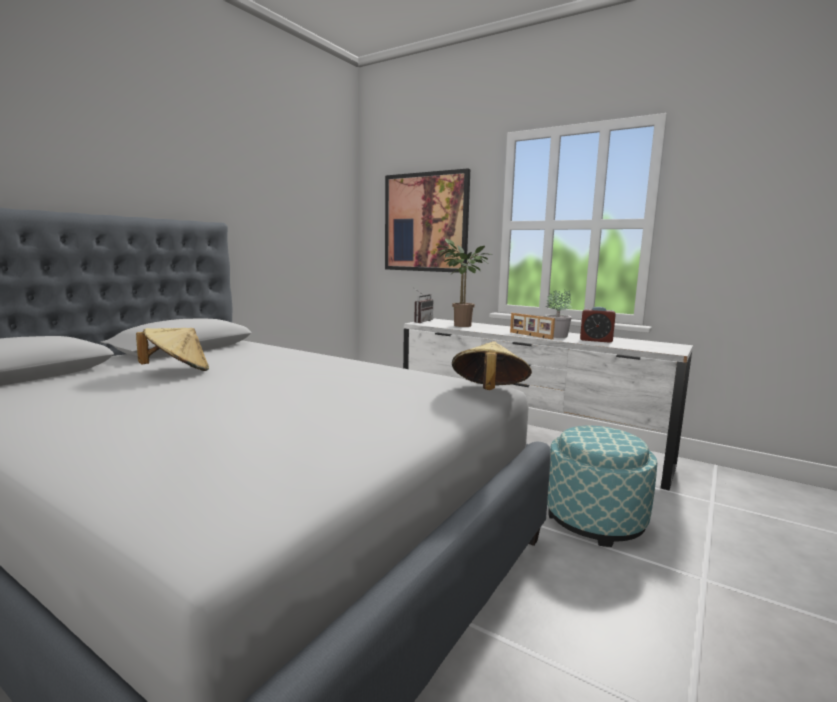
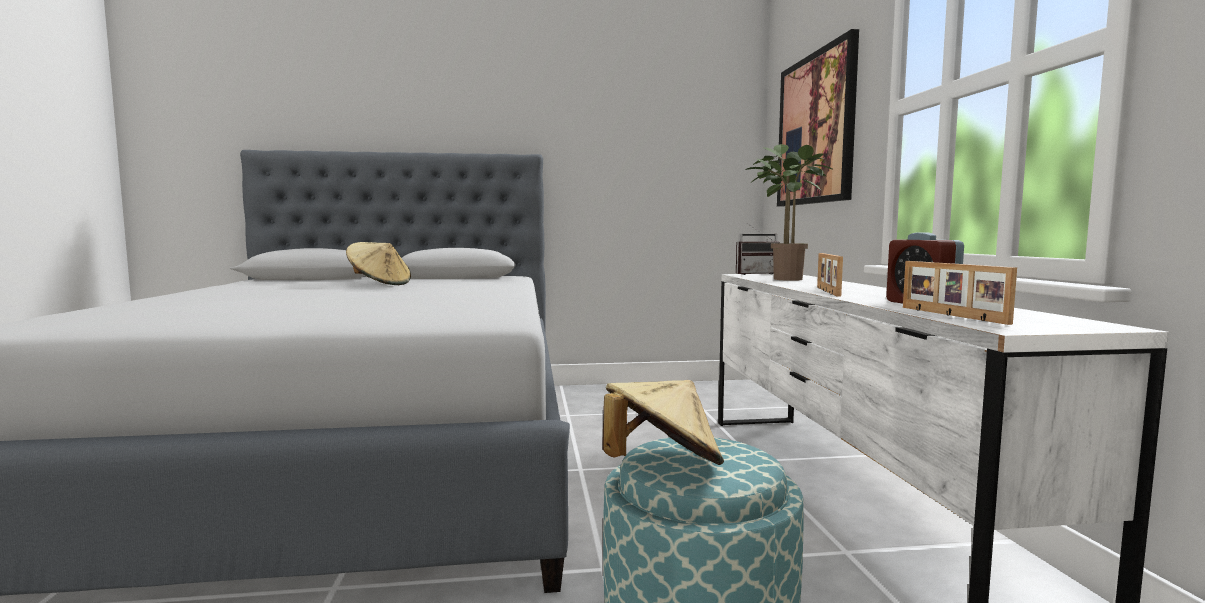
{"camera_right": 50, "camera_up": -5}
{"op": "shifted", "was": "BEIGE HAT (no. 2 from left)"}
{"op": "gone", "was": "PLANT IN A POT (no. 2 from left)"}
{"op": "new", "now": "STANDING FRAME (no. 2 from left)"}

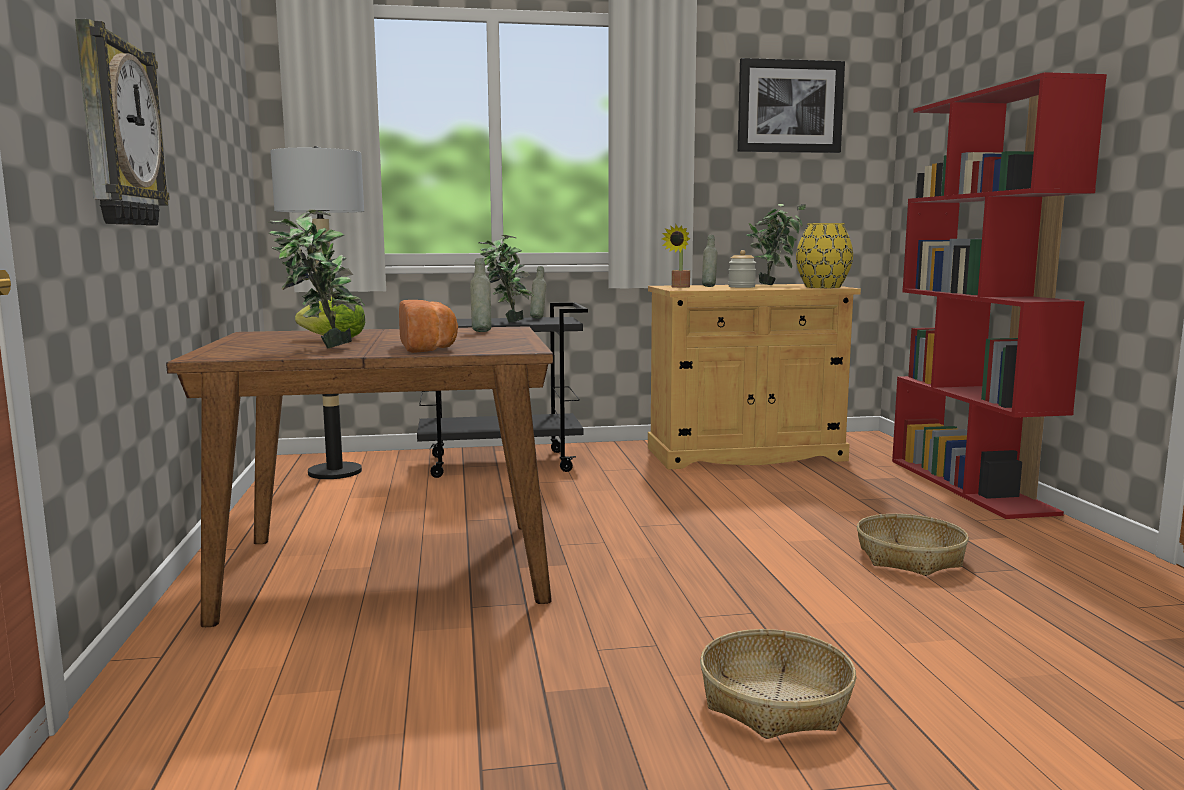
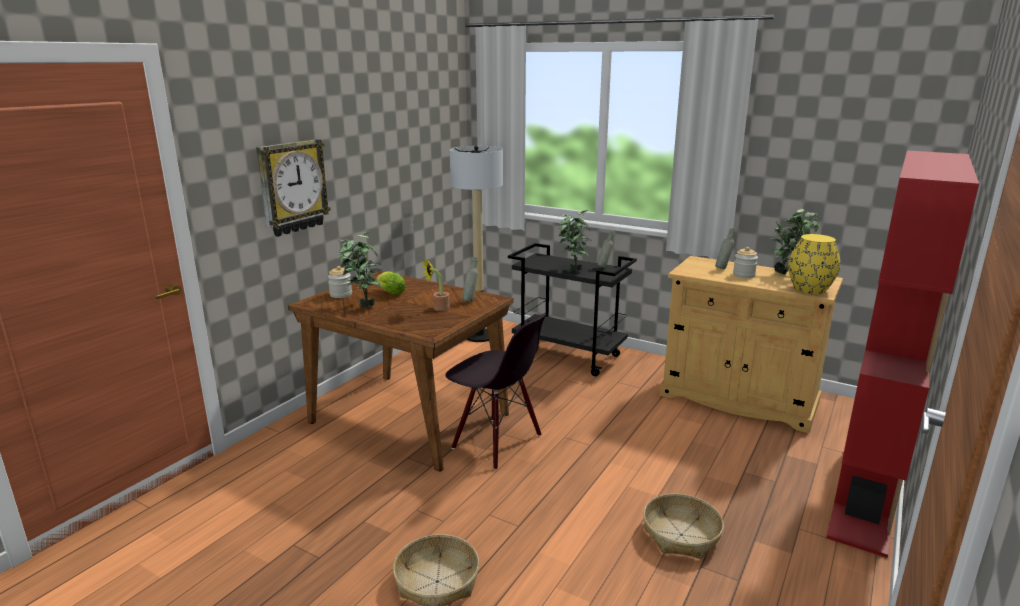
{"camera_right": 40, "camera_up": 10}
{"op": "gone", "was": "BAKED BREAD"}
{"op": "shifted", "was": "PLANT IN A POT (no. 3 from left in the first image)", "now": "PLANT IN A POT (no. 2 from left)"}
{"op": "gone", "was": "WALL ART"}
{"op": "new", "now": "JAR (no. 1 from left)"}
{"op": "new", "now": "BLACK CHAIR"}

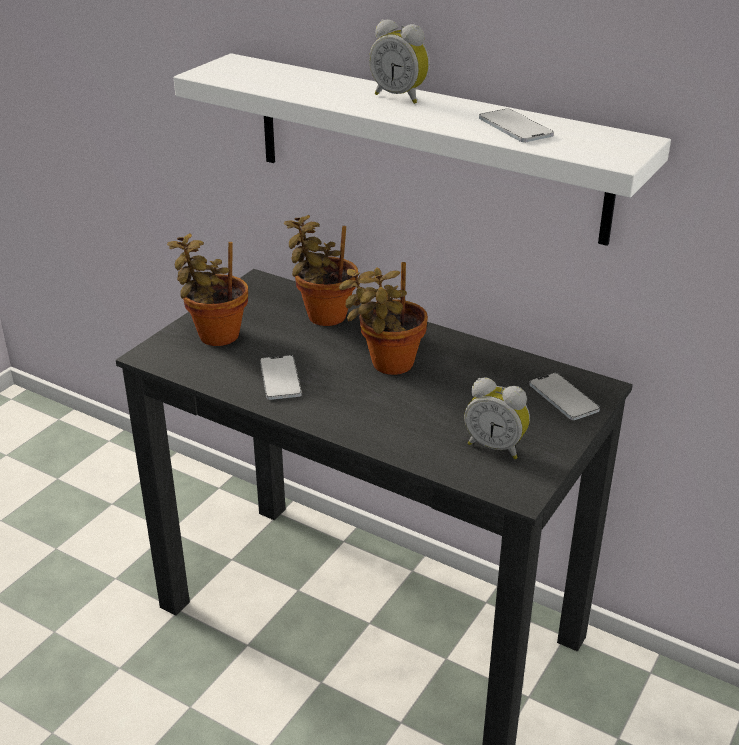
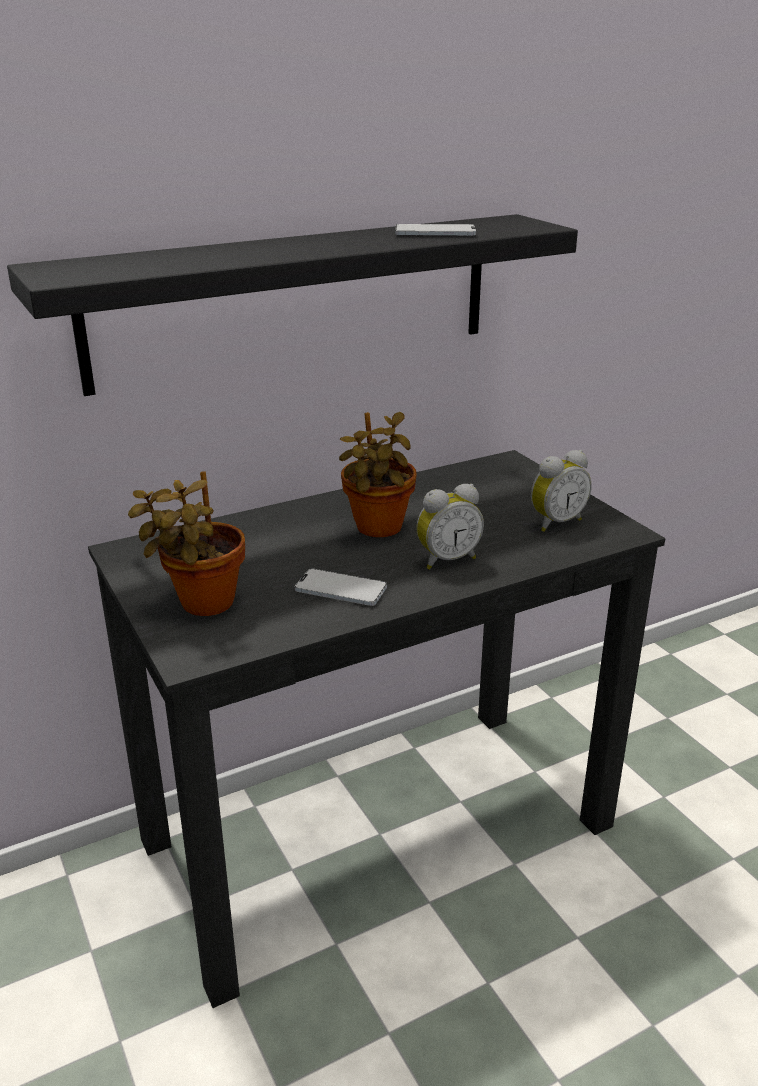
{"camera_right": -60, "camera_up": -5}
{"op": "repainted", "was": "WHITE WALL SHELF", "now": "BLACK WALL SHELF"}
{"op": "gone", "was": "PLANT IN A POT (no. 2 from left)"}
{"op": "shifted", "was": "BEDSIDE CLOCK (no. 1 from left)"}
{"op": "gone", "was": "HANDSET (no. 3 from left)"}

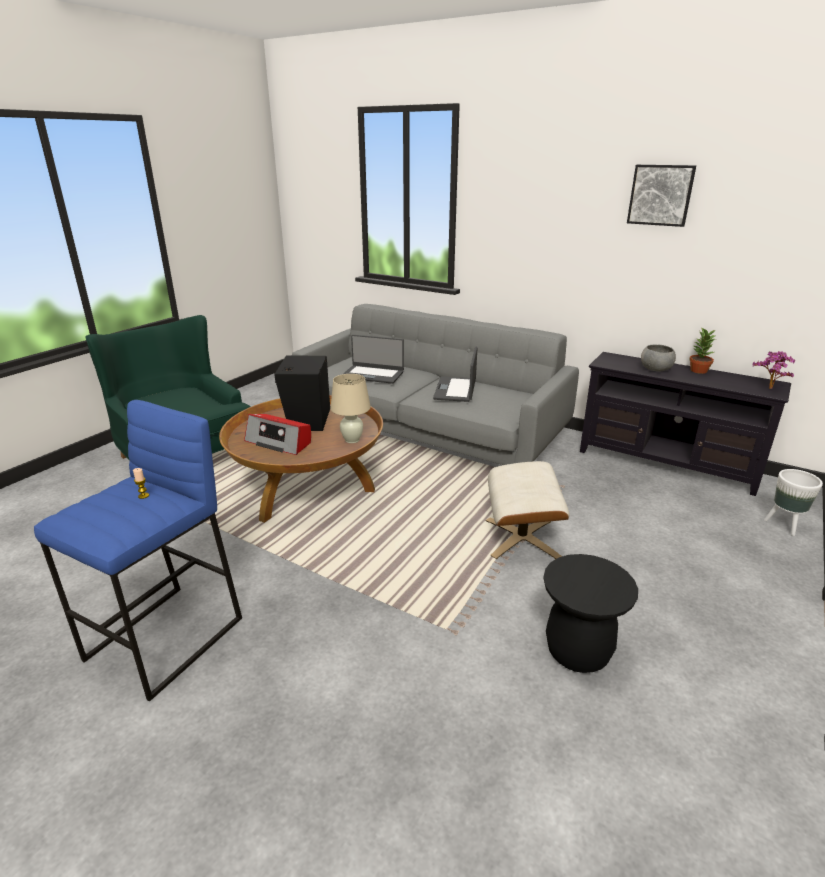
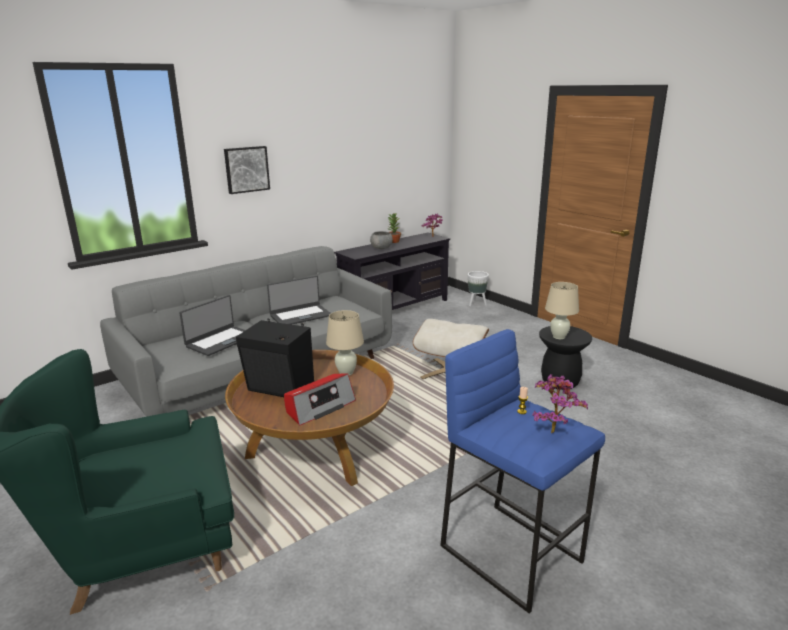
{"camera_right": -70, "camera_up": -5}
{"op": "rotated", "was": "PORTABLE COMPUTER (no. 2 from left)", "clockwise": -60}
{"op": "shifted", "was": "WALL ART"}
{"op": "new", "now": "PLANT IN A POT (no. 3 from left)"}
{"op": "new", "now": "BEIGE TABLE LAMP (no. 2 from left)"}

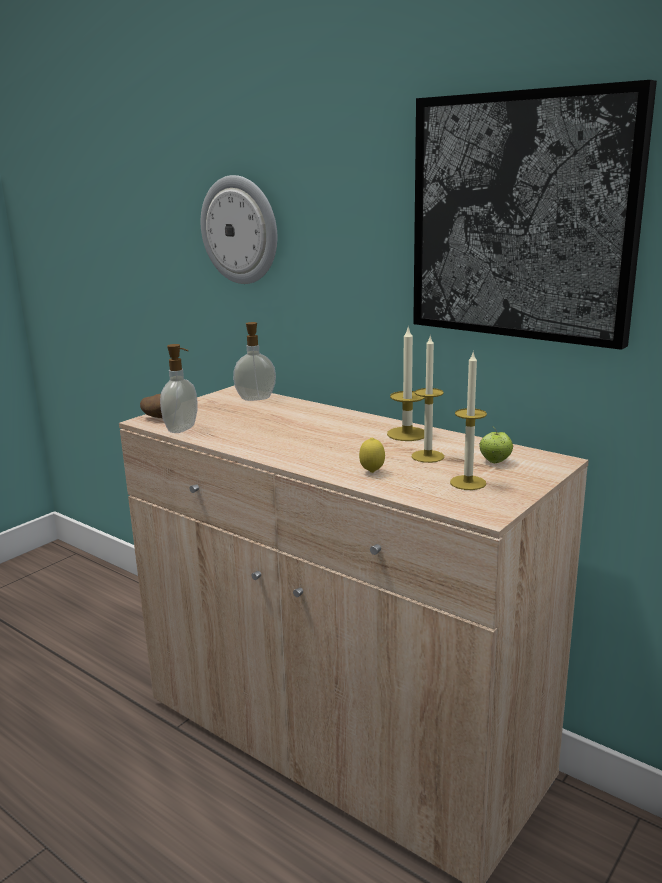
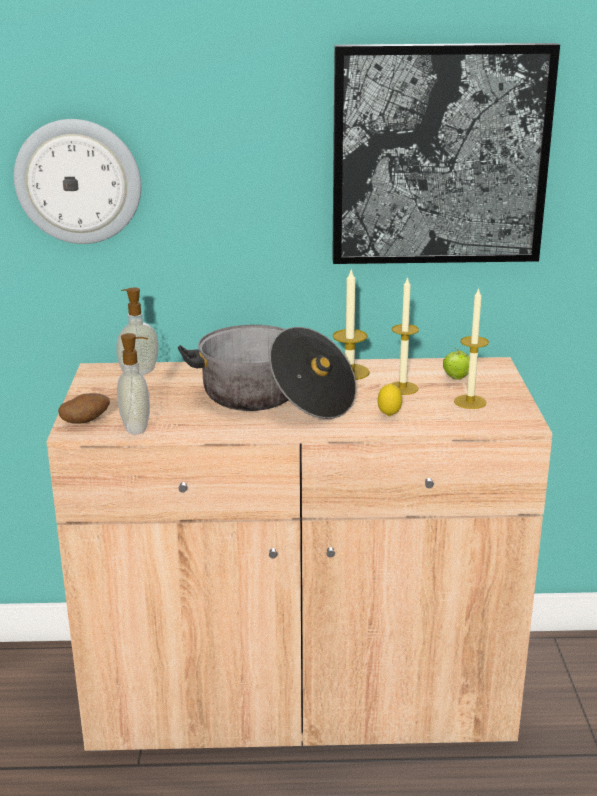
{"camera_right": -40, "camera_up": 5}
{"op": "new", "now": "SAUCEPOT"}

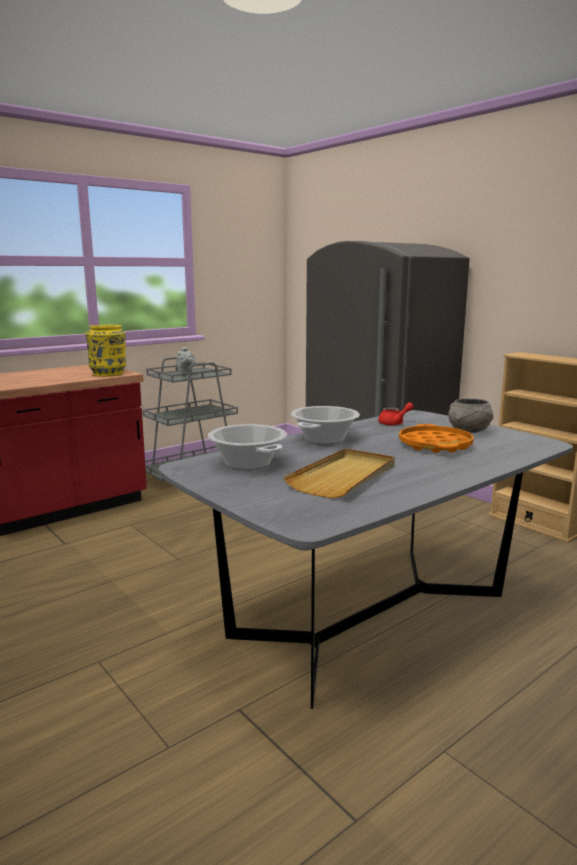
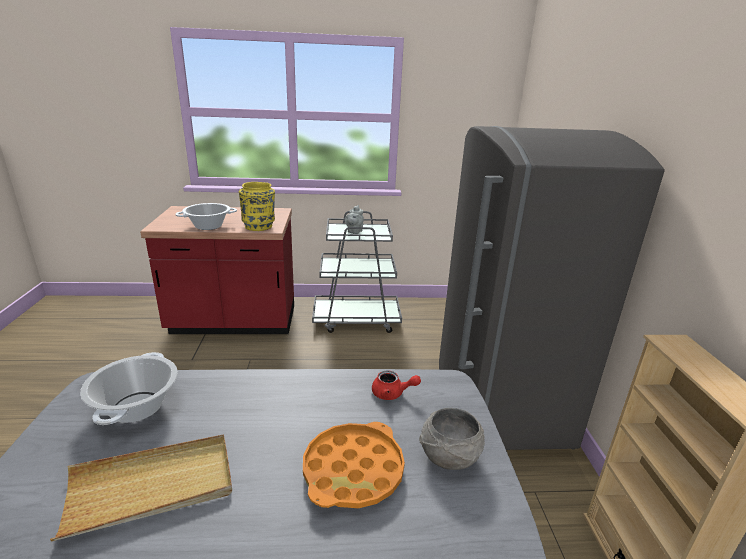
{"camera_right": 35, "camera_up": 10}
{"op": "shifted", "was": "SAUCEPOT (no. 2 from left)"}

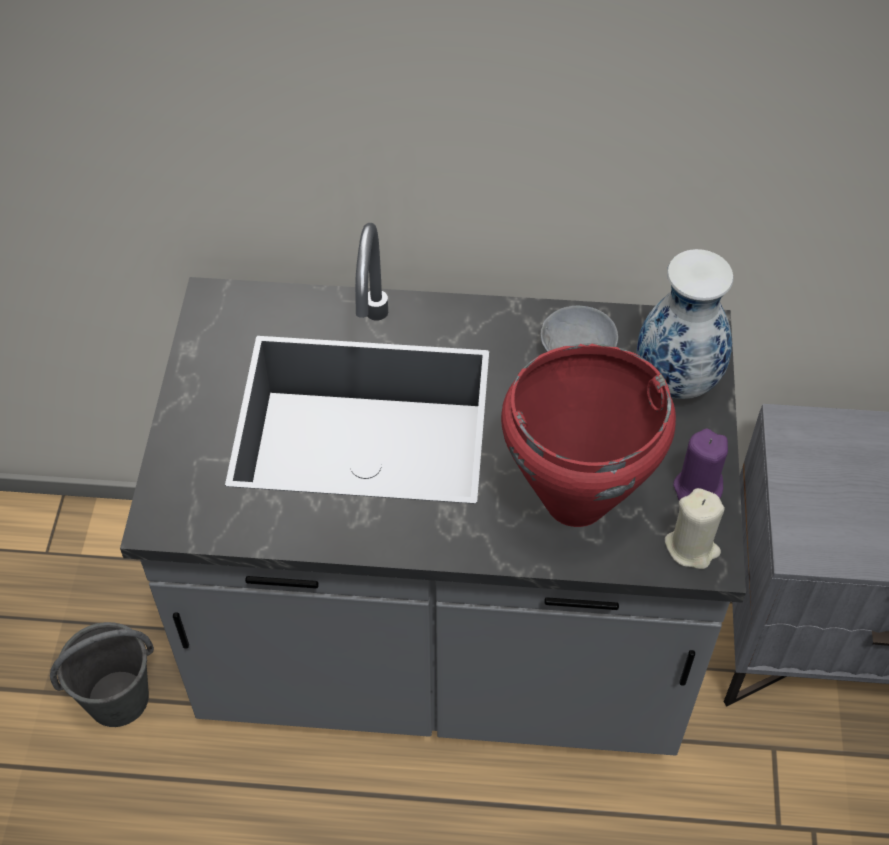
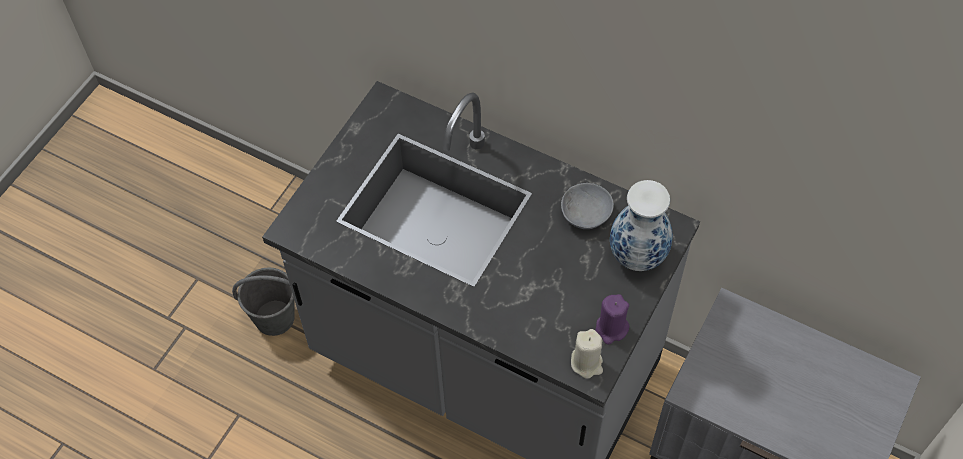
{"camera_right": 25, "camera_up": 5}
{"op": "gone", "was": "REDDISH SAUCEPOT"}

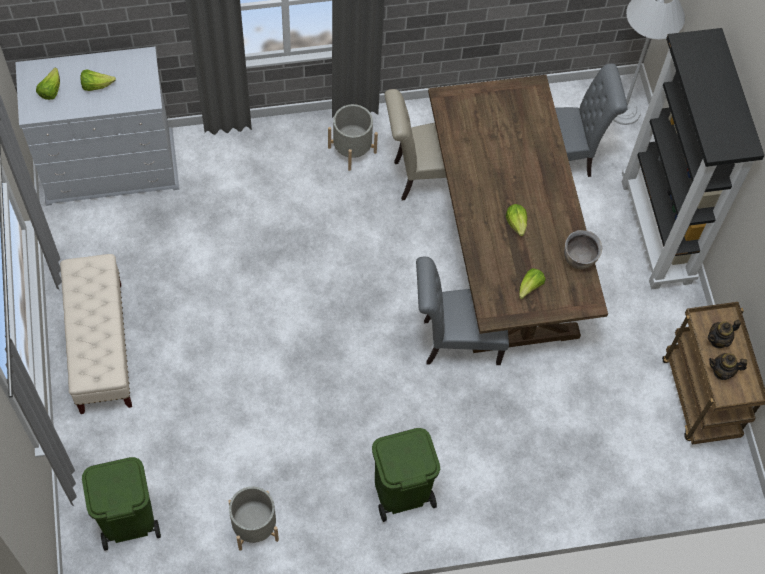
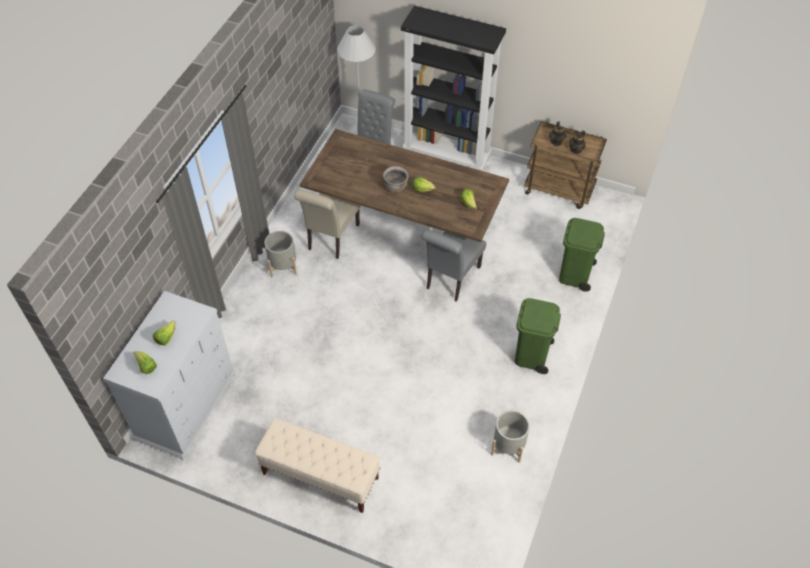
{"camera_right": -55, "camera_up": -10}
{"op": "shifted", "was": "GREEN RUBBISH BIN (no. 1 from left in the first image)", "now": "GREEN RUBBISH BIN (no. 2 from left)"}
{"op": "shifted", "was": "BROWN SAUCEPOT"}

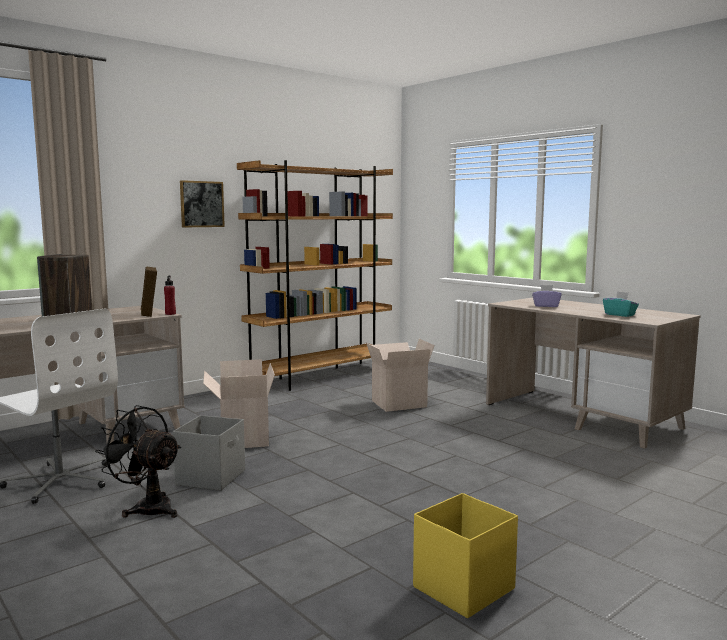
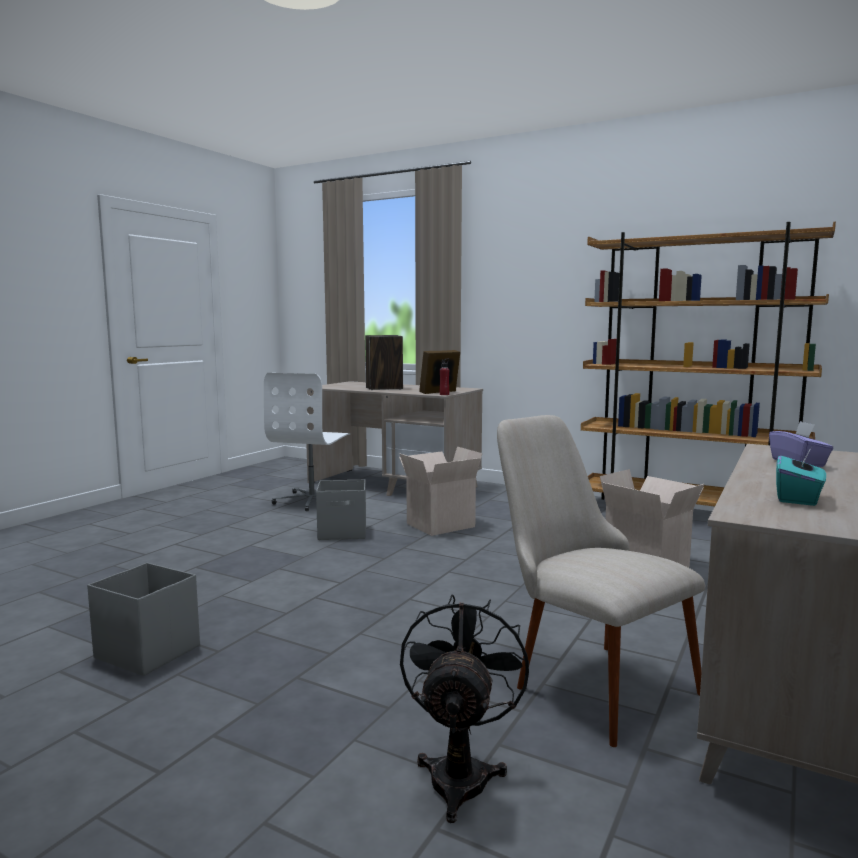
{"camera_right": 70, "camera_up": 0}
{"op": "shifted", "was": "BLACK ELECTRIC FAN"}
{"op": "gone", "was": "WALL ART"}
{"op": "repainted", "was": "YELLOWISH STORAGE BIN", "now": "GRAY STORAGE BIN (no. 1 from left)"}
{"op": "new", "now": "BEIGE CHAIR"}

